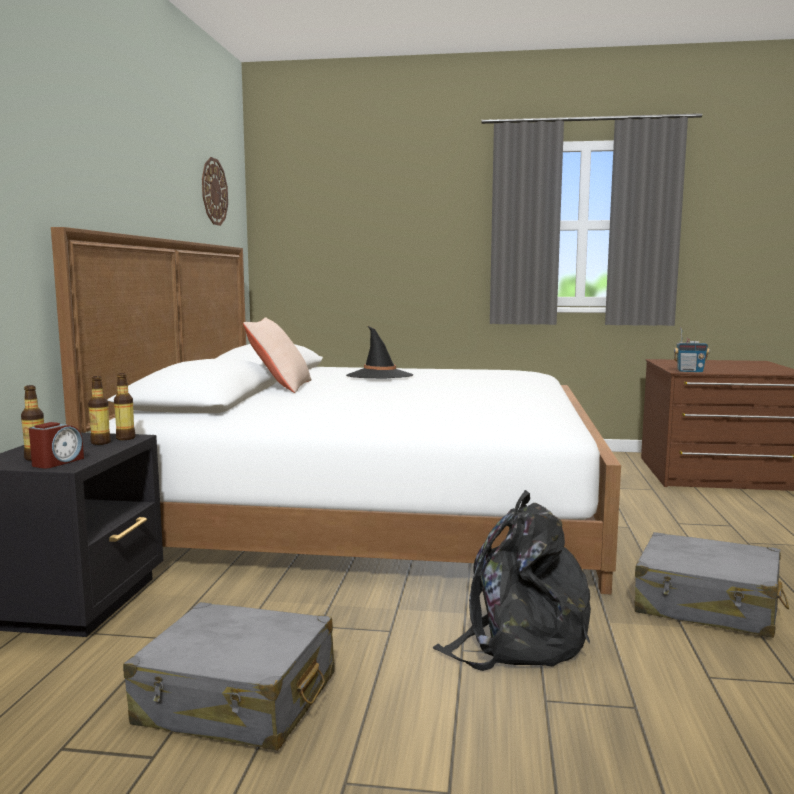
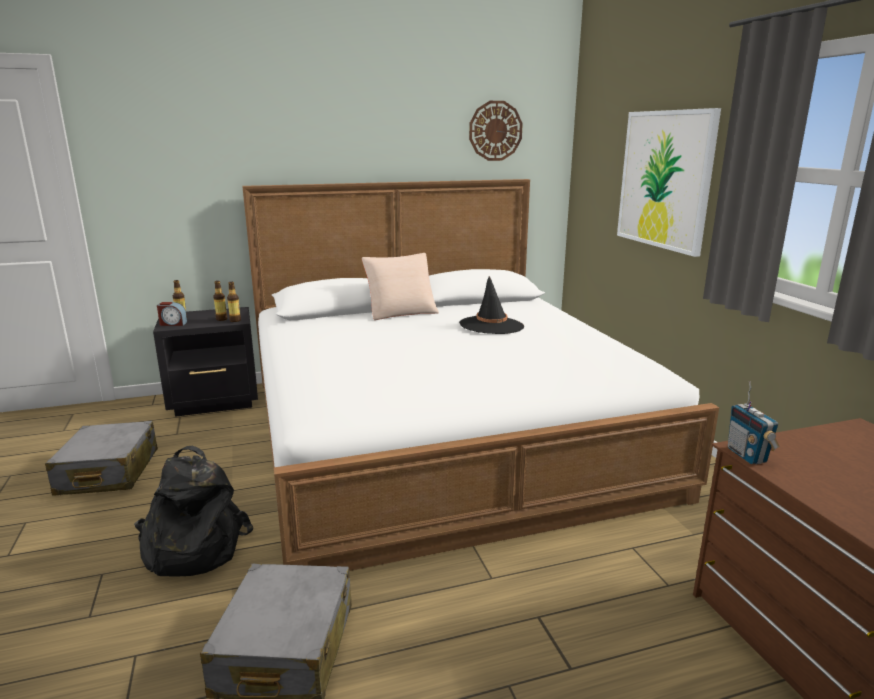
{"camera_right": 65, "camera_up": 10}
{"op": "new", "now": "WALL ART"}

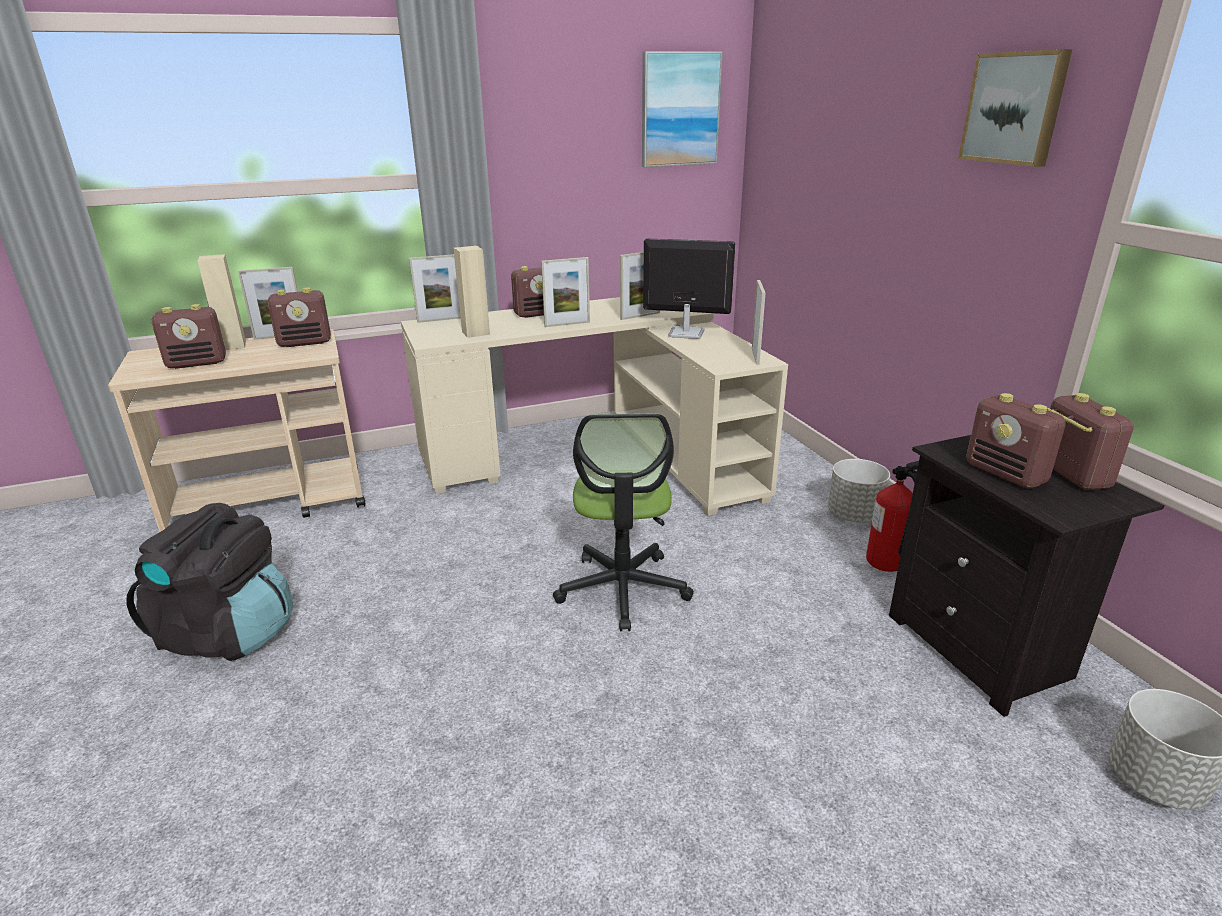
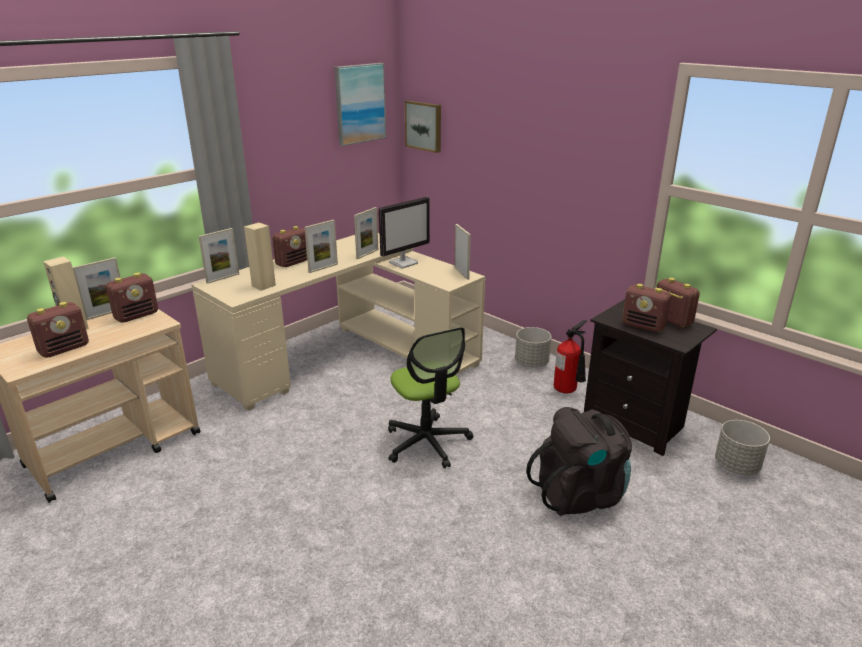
{"camera_right": -25, "camera_up": 0}
{"op": "shifted", "was": "BLACK BACKPACK"}
{"op": "rotated", "was": "COMPUTER DISPLAY", "clockwise": 150}
{"op": "shifted", "was": "WALL ART (no. 2 from left)"}

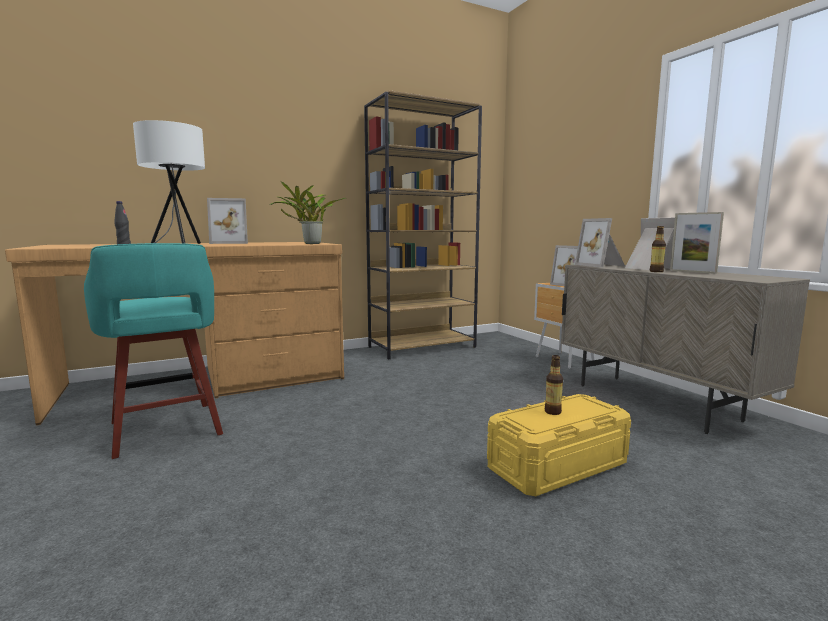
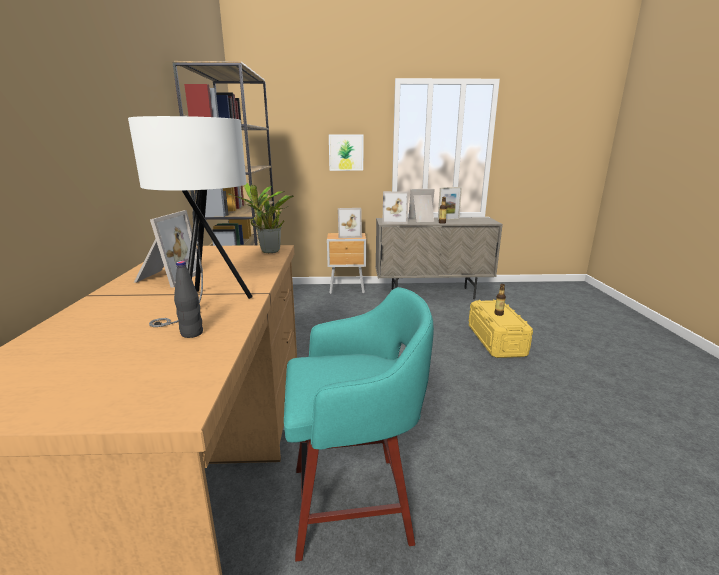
{"camera_right": -65, "camera_up": 10}
{"op": "new", "now": "WALL ART"}

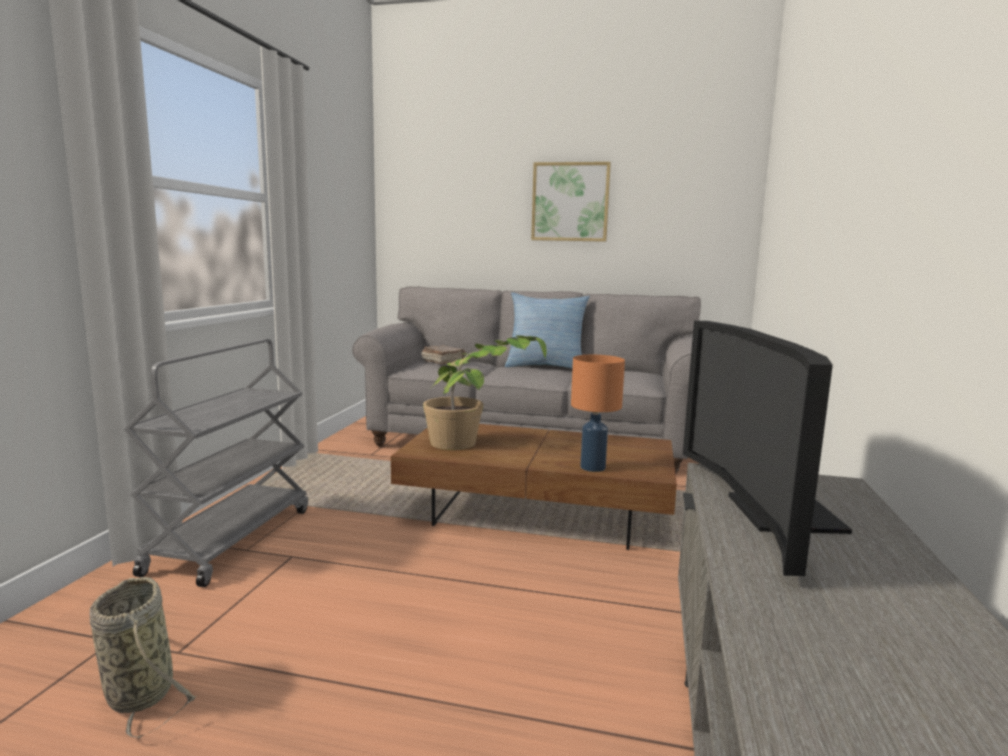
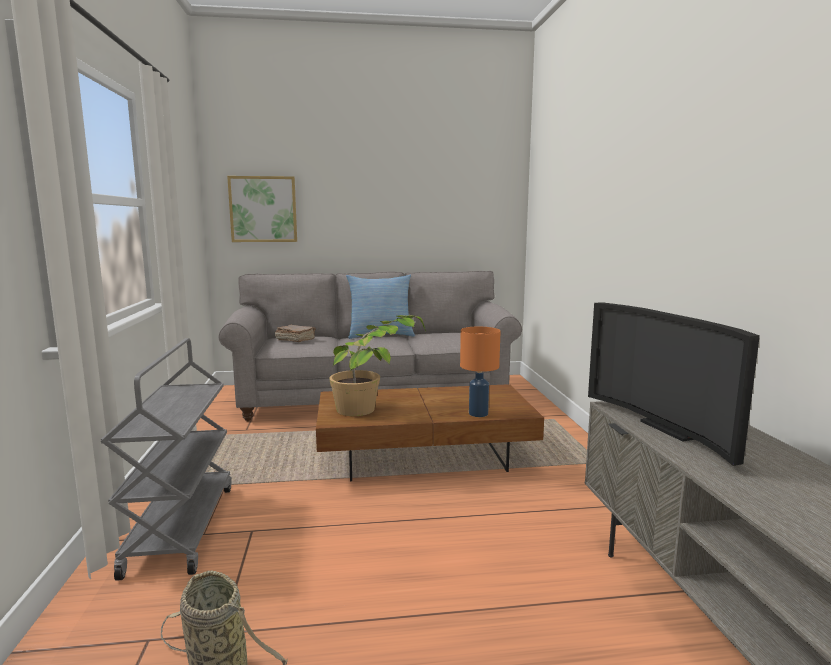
{"camera_right": -20, "camera_up": 0}
{"op": "shifted", "was": "WALL ART"}

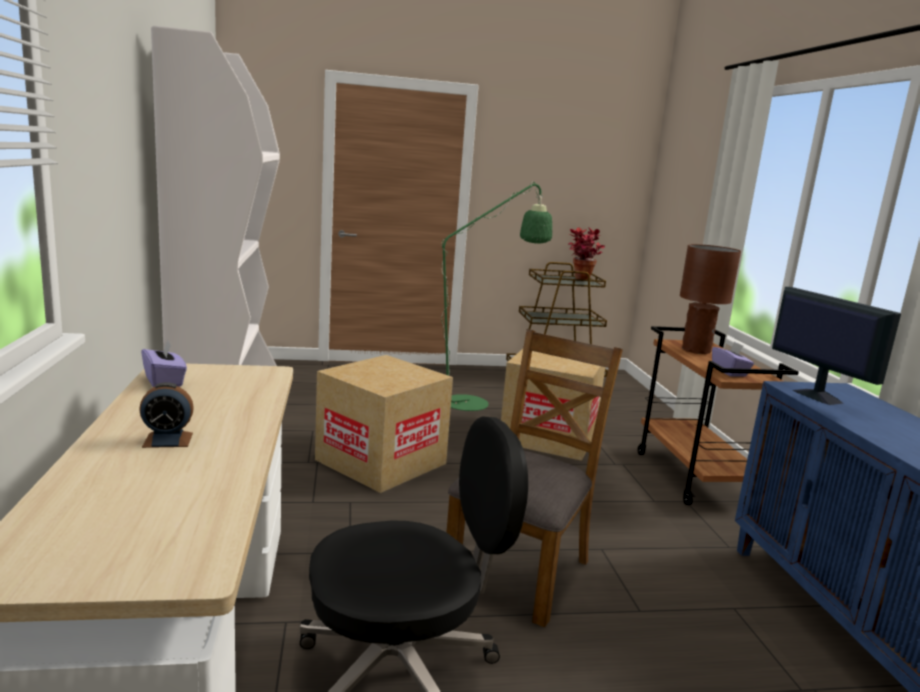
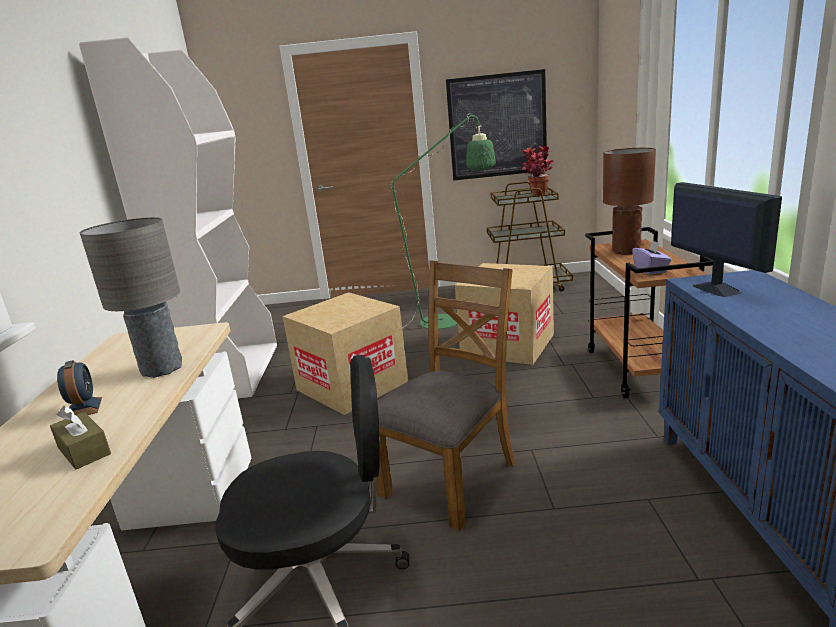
{"camera_right": 10, "camera_up": 5}
{"op": "rotated", "was": "BEDSIDE CLOCK", "clockwise": -105}
{"op": "gone", "was": "PURPLISH BOX OF TISSUES (no. 1 from left)"}
{"op": "new", "now": "BROWN BOX OF TISSUES"}
{"op": "new", "now": "GRAY TABLE LAMP"}
{"op": "new", "now": "WALL ART"}

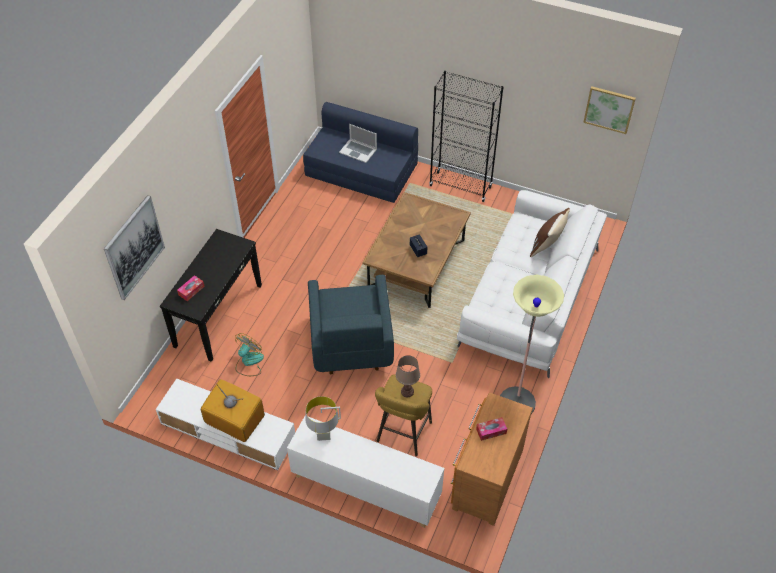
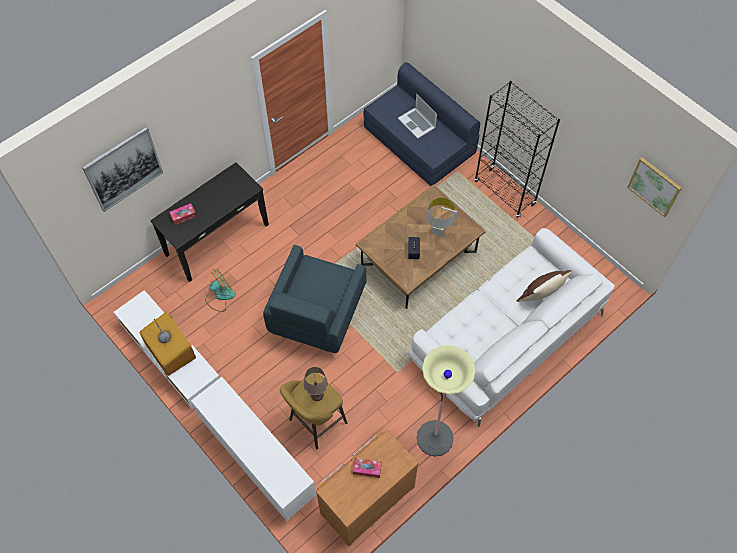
{"camera_right": 25, "camera_up": 10}
{"op": "shifted", "was": "GRAY TABLE LAMP"}

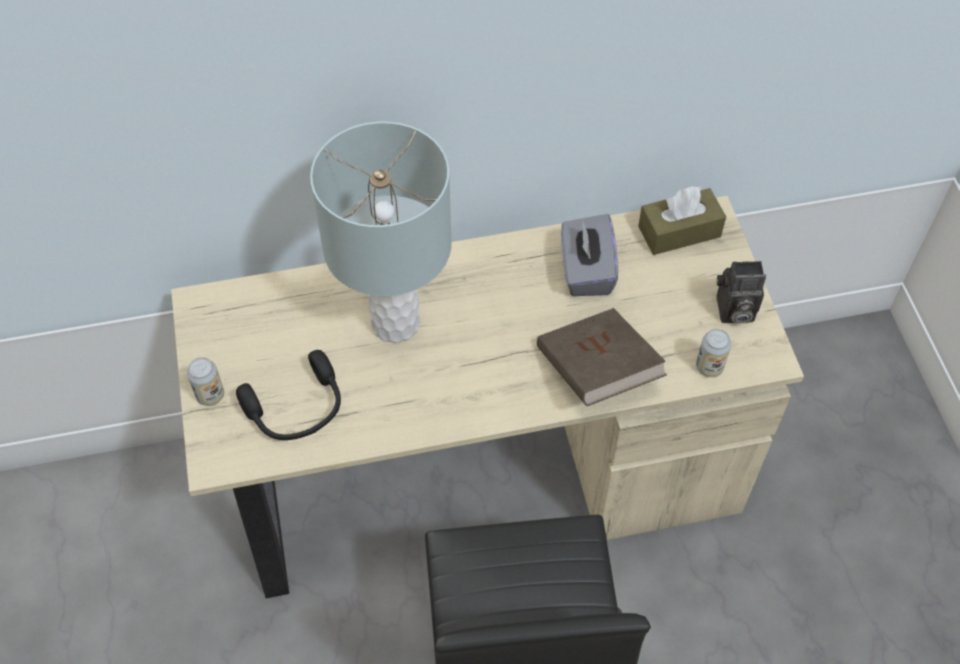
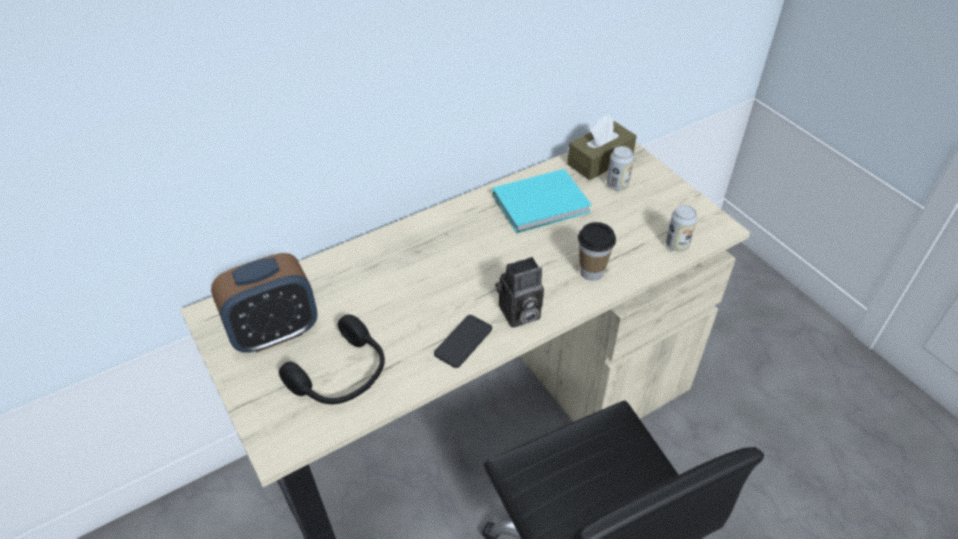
{"camera_right": -20, "camera_up": -10}
{"op": "shifted", "was": "CAN (no. 1 from left)"}
{"op": "gone", "was": "GRAY TABLE LAMP"}
{"op": "swapped", "was": "BROWN BOUND BOOK", "now": "SMALL CUP"}
{"op": "swapped", "was": "GRAY BOX OF TISSUES", "now": "BLUE-GREEN BOUND BOOK"}
{"op": "shifted", "was": "STILL CAMERA"}
{"op": "new", "now": "BEDSIDE CLOCK"}
{"op": "new", "now": "HANDSET"}

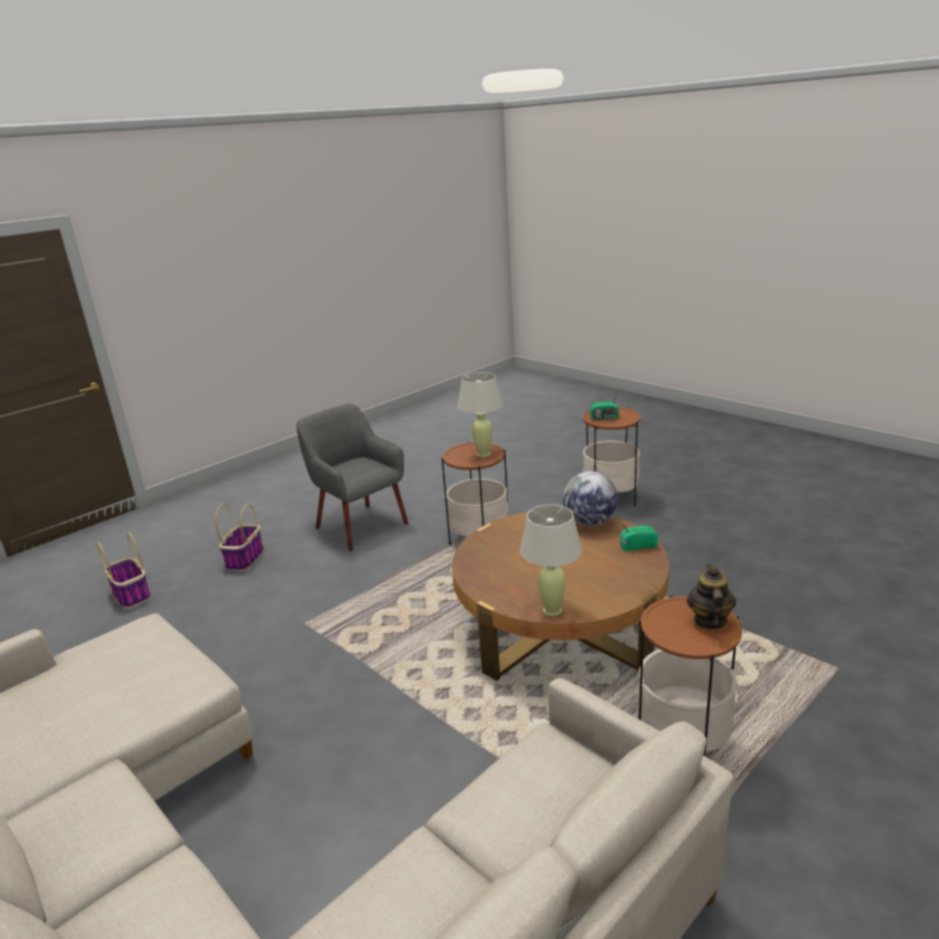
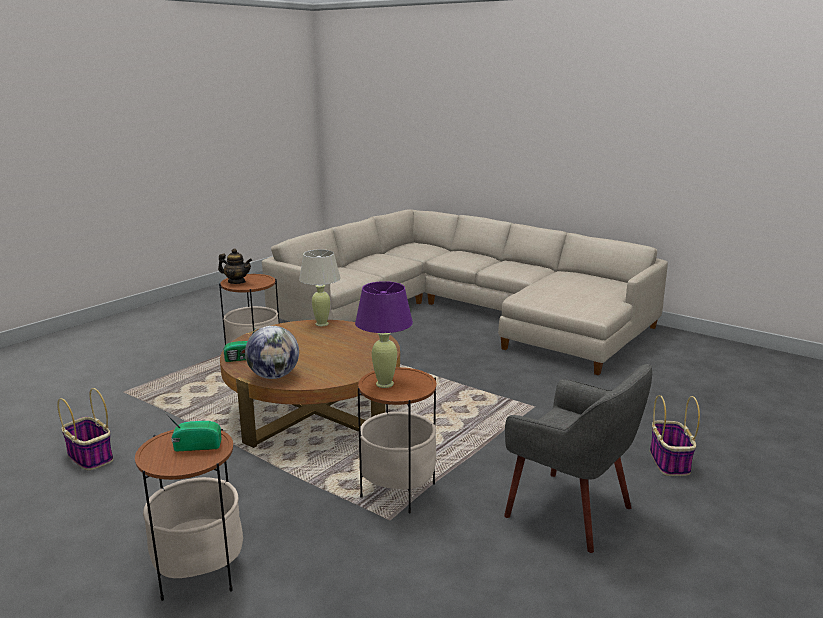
{"camera_right": 170, "camera_up": -5}
{"op": "shifted", "was": "BASKET (no. 1 from left)"}
{"op": "repainted", "was": "BEIGE TABLE LAMP (no. 1 from left)", "now": "PURPLISH TABLE LAMP"}
{"op": "rotated", "was": "TEA POT", "clockwise": -75}

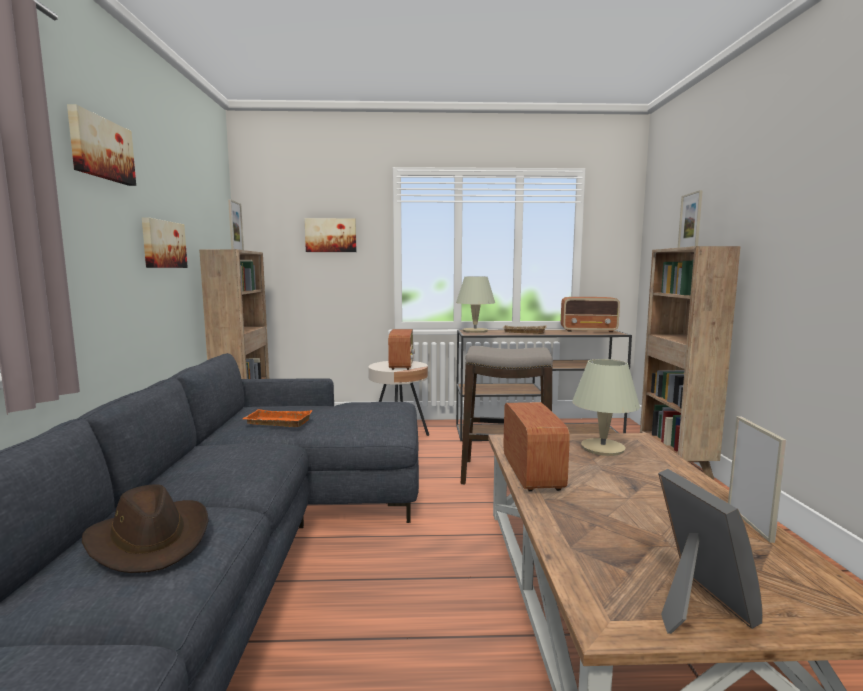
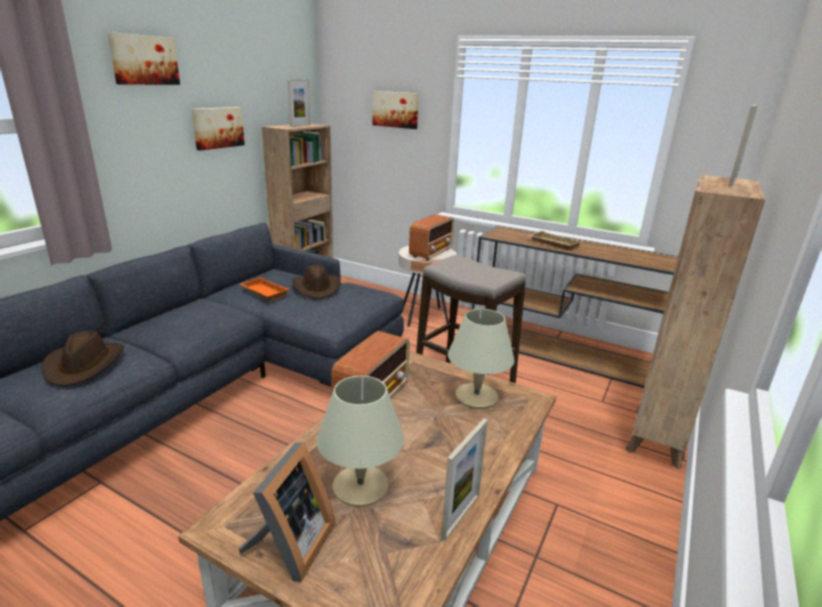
{"camera_right": 30, "camera_up": 15}
{"op": "shifted", "was": "BEIGE TABLE LAMP (no. 1 from left)"}
{"op": "gone", "was": "RADIO (no. 3 from left)"}
{"op": "new", "now": "BROWN HAT (no. 2 from left)"}

